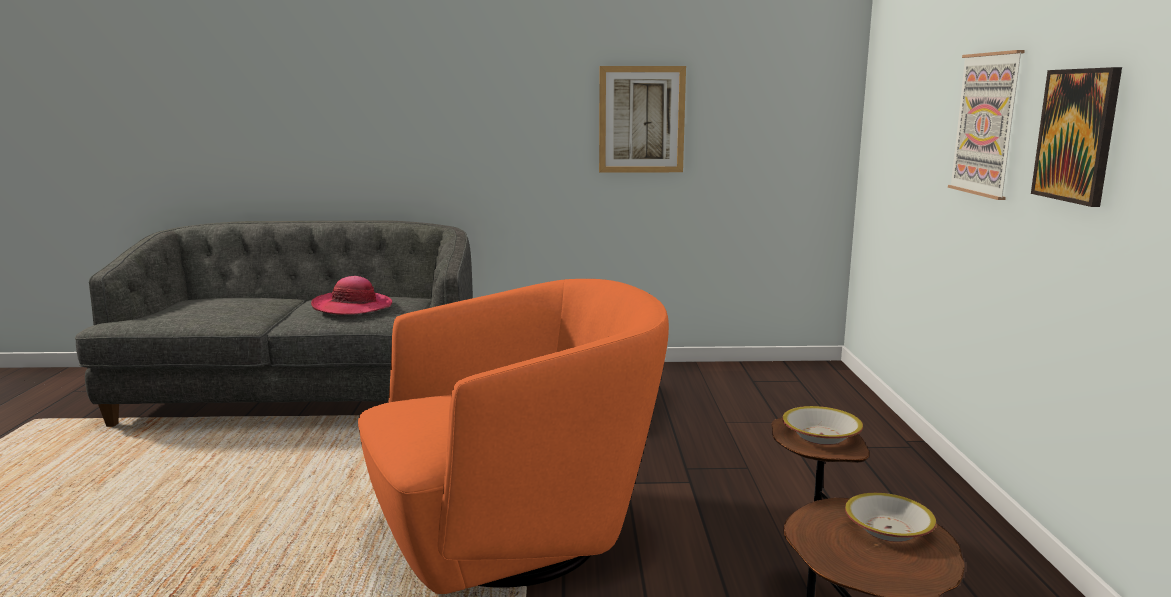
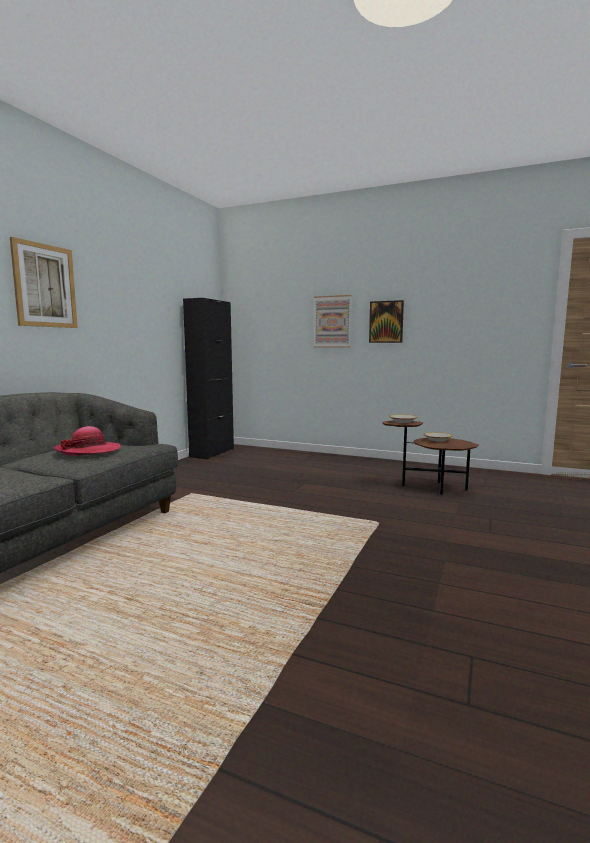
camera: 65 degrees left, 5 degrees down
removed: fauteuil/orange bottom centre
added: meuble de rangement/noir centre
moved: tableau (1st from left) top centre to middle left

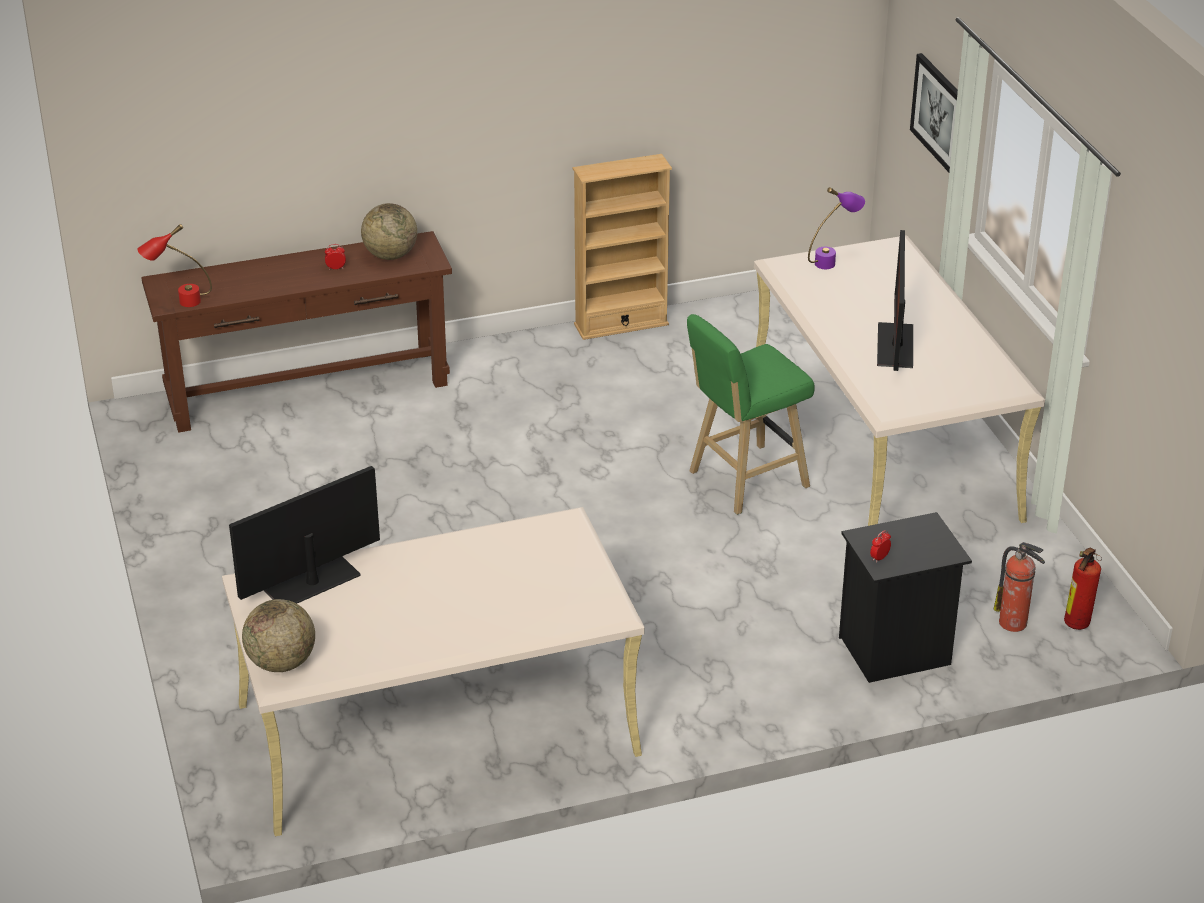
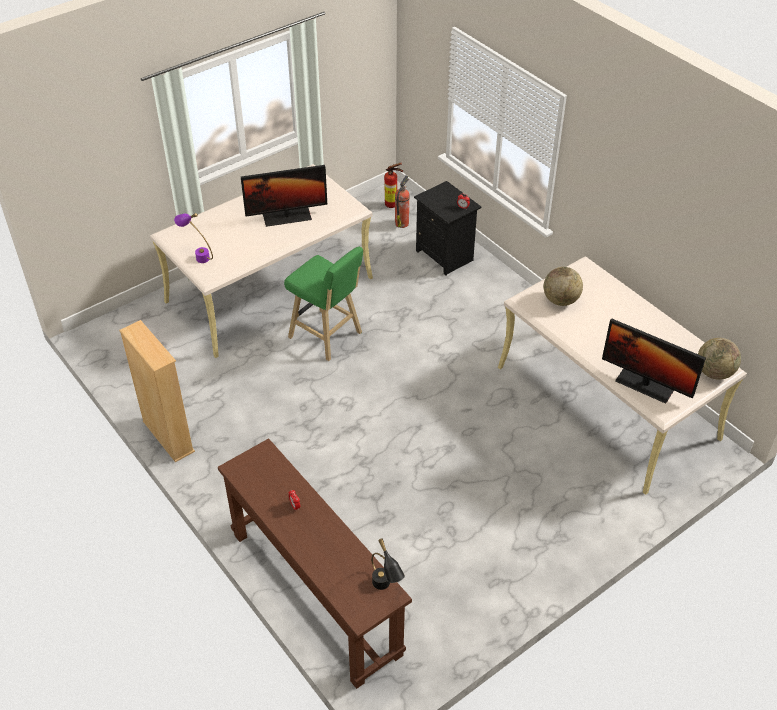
camera: 110 degrees left, 10 degrees up
removed: tableau top right
moved: globe (2nd from left in the first image) top left to globe (1st from left) middle right
recoloured: lampe de table/rouge top left to lampe de table/noir bottom centre

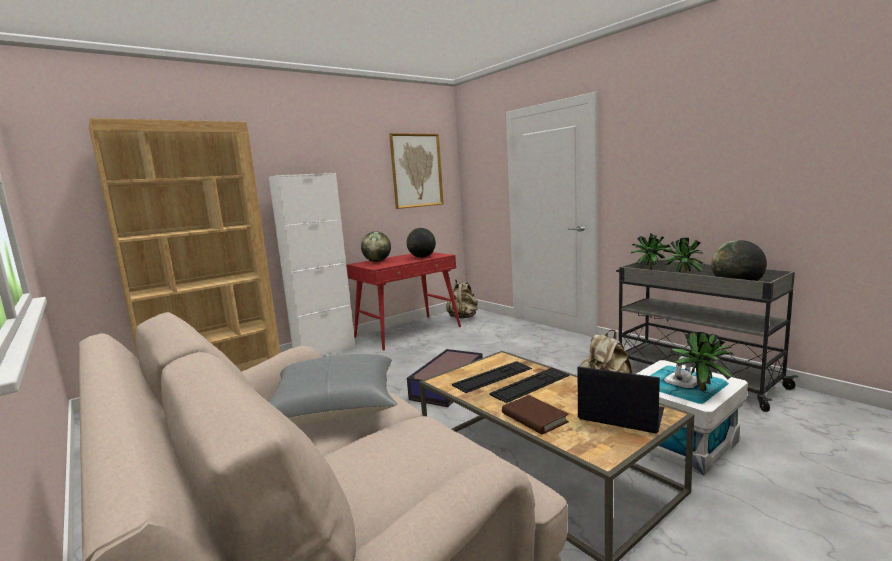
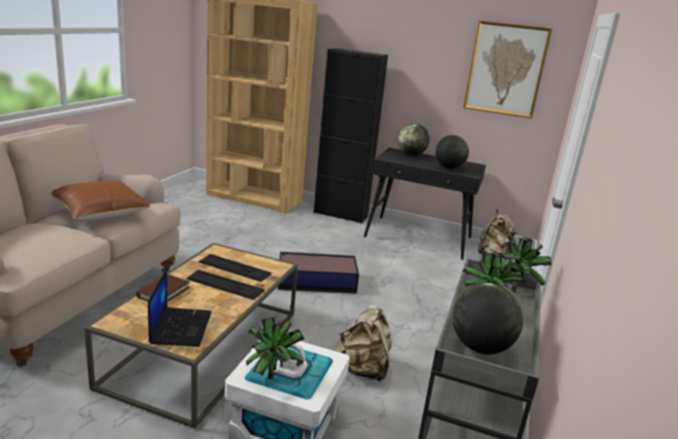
camera: 55 degrees right, 10 degrees up
recoloured: meuble de rangement/blanc centre to meuble de rangement/noir top centre; coussin/gris bottom centre to coussin/marron middle left; bureau/rouge centre to bureau/noir centre

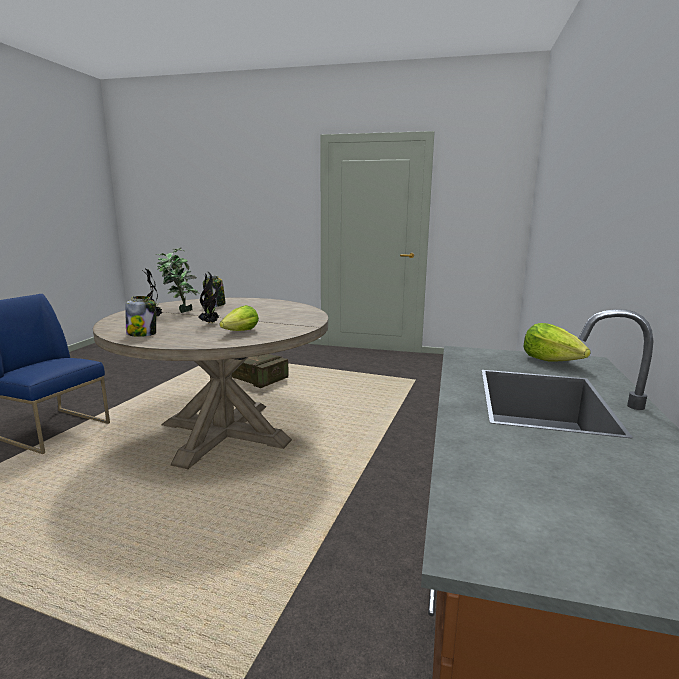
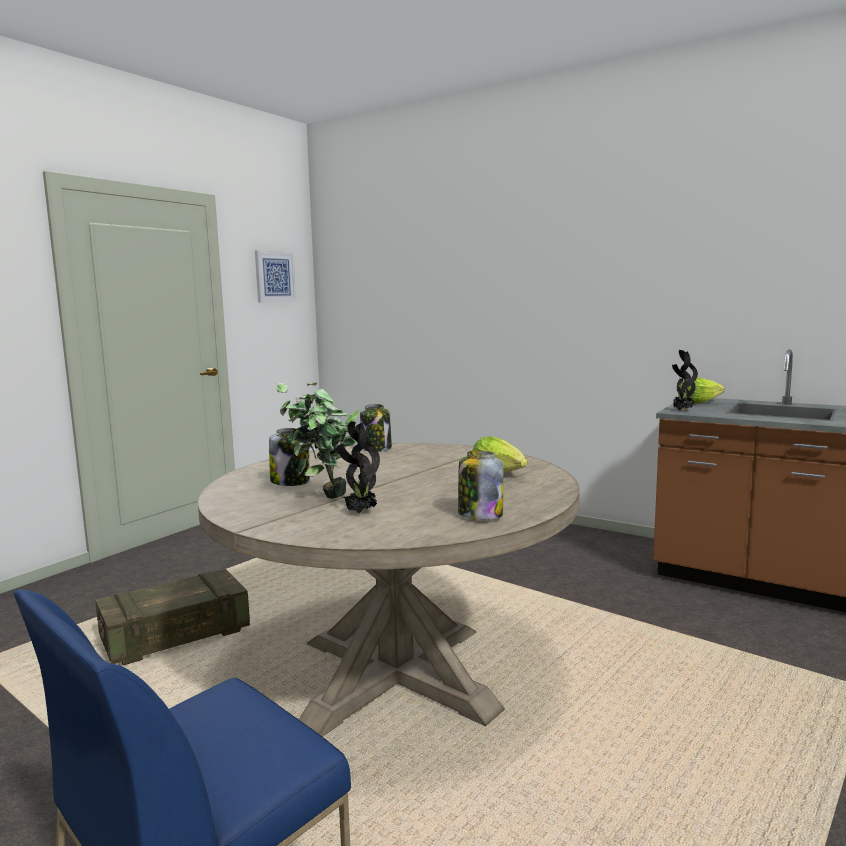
camera: 70 degrees left, 5 degrees down
added: tableau top left; bocal (2nd from left) centre
moved: plante en pot (3rd from left) middle left to middle right

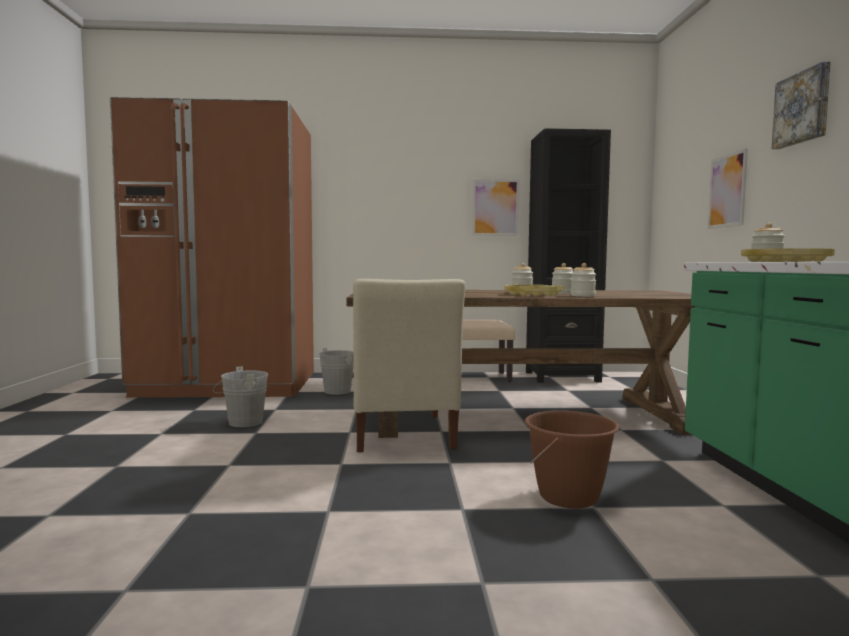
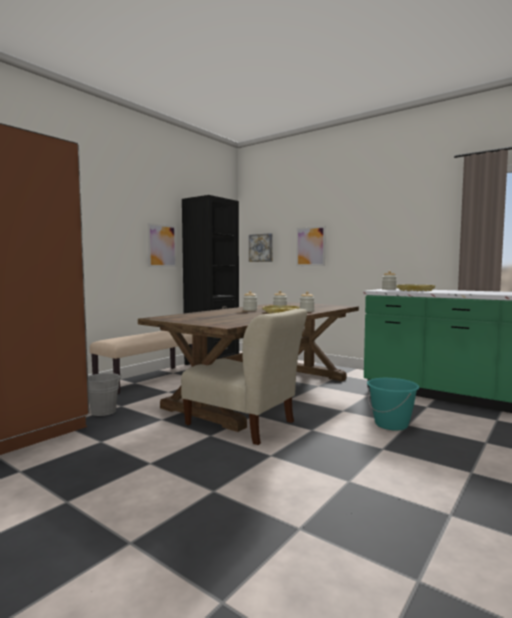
camera: 50 degrees left, 0 degrees up
removed: seau/gris (1st from left) middle left
moved: tableau (3rd from left in the first image) top right to tableau (2nd from left) centre
recoloured: seau/marron bottom right to seau/turquoise middle right

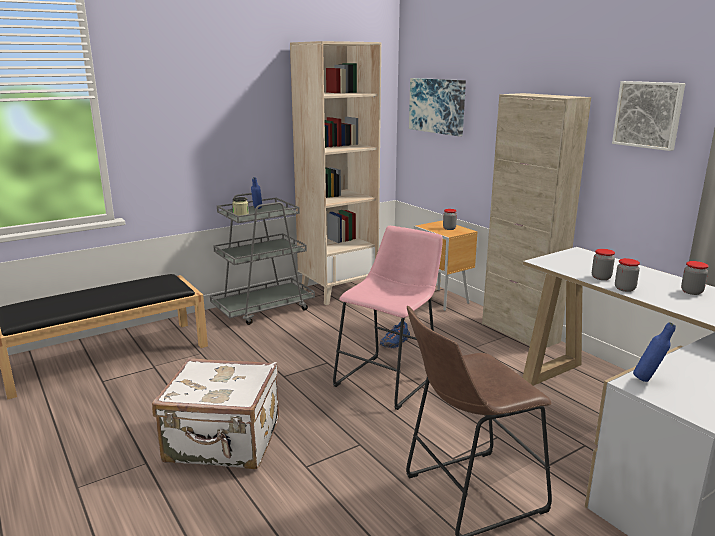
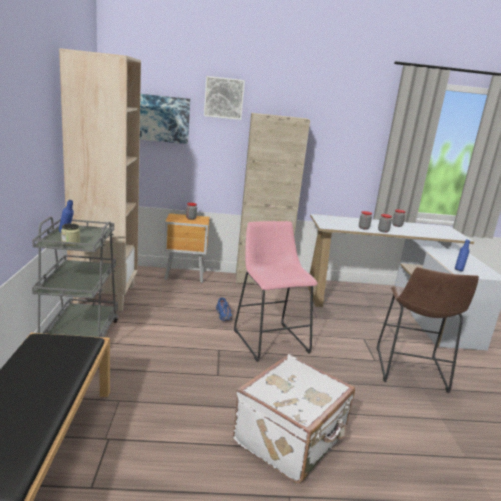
camera: 60 degrees left, 0 degrees up
moved: tableau (2nd from left) top right to top centre

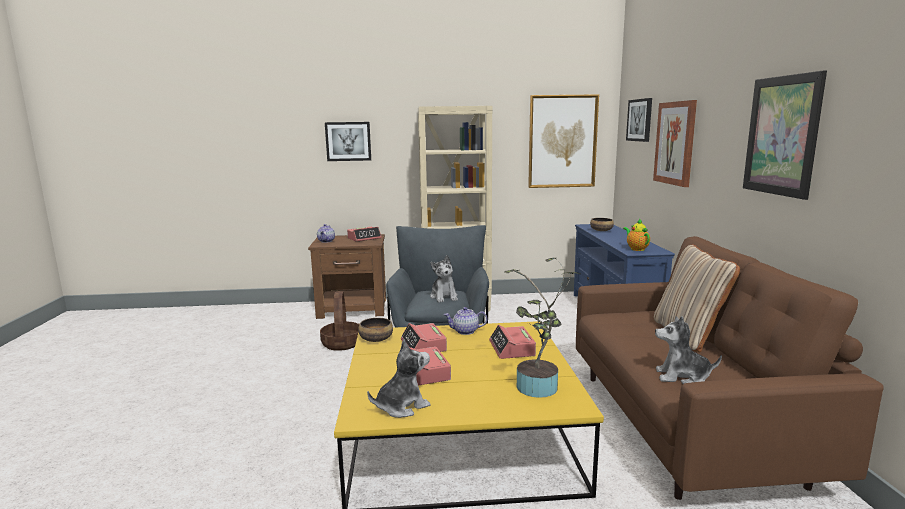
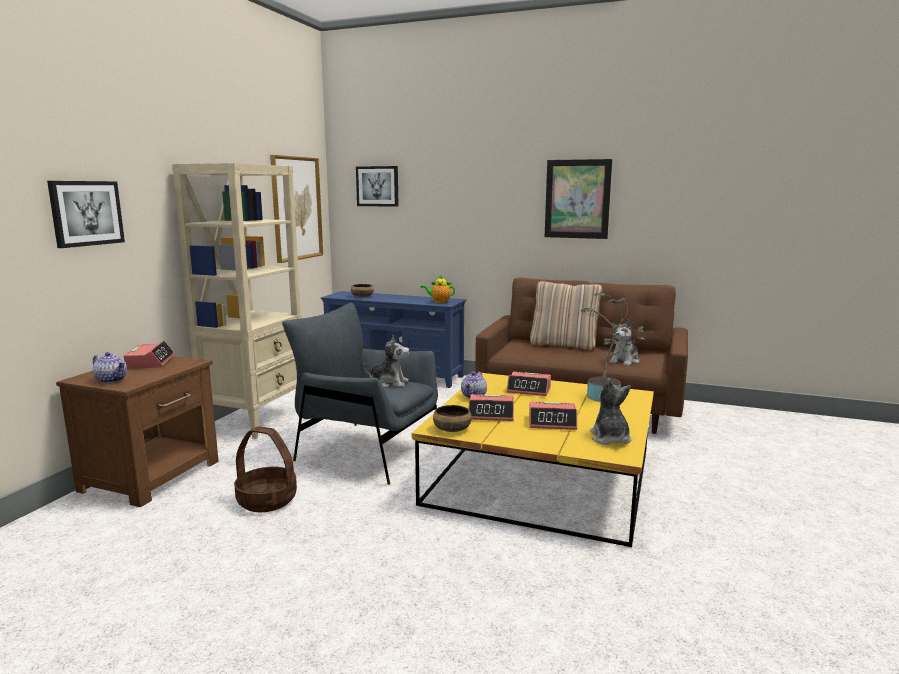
camera: 65 degrees left, 0 degrees up
removed: tableau (4th from left) top right

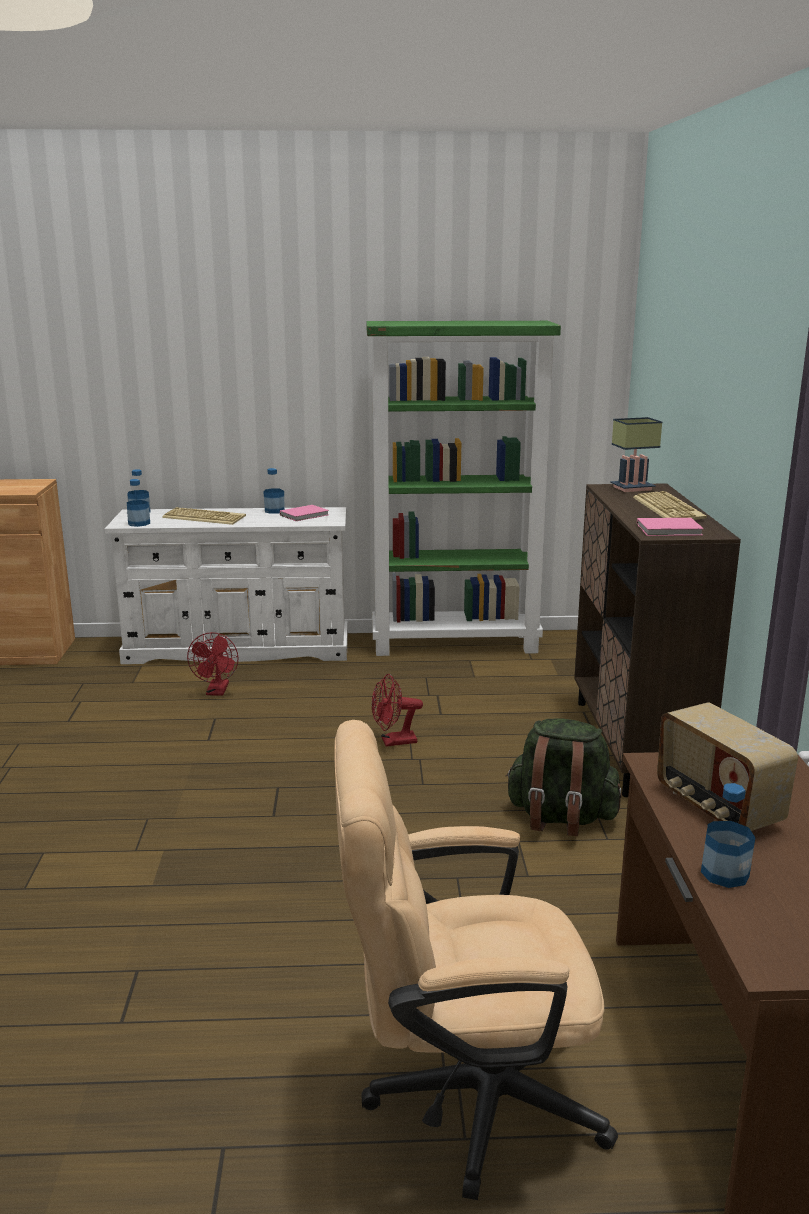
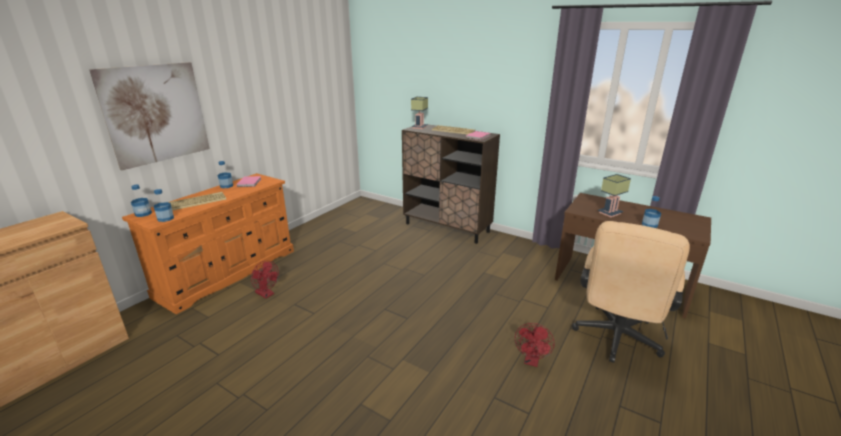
camera: 55 degrees left, 5 degrees up
removed: bibliothèque/vert centre; sac à dos/vert middle right
added: tableau top left
moved: ventilateur/rouge (2nd from left) centre to bottom centre
replaced: radio middle right to lampe de table (2nd from left) middle right
recoloured: commode/blanc middle left to commode/orange middle left

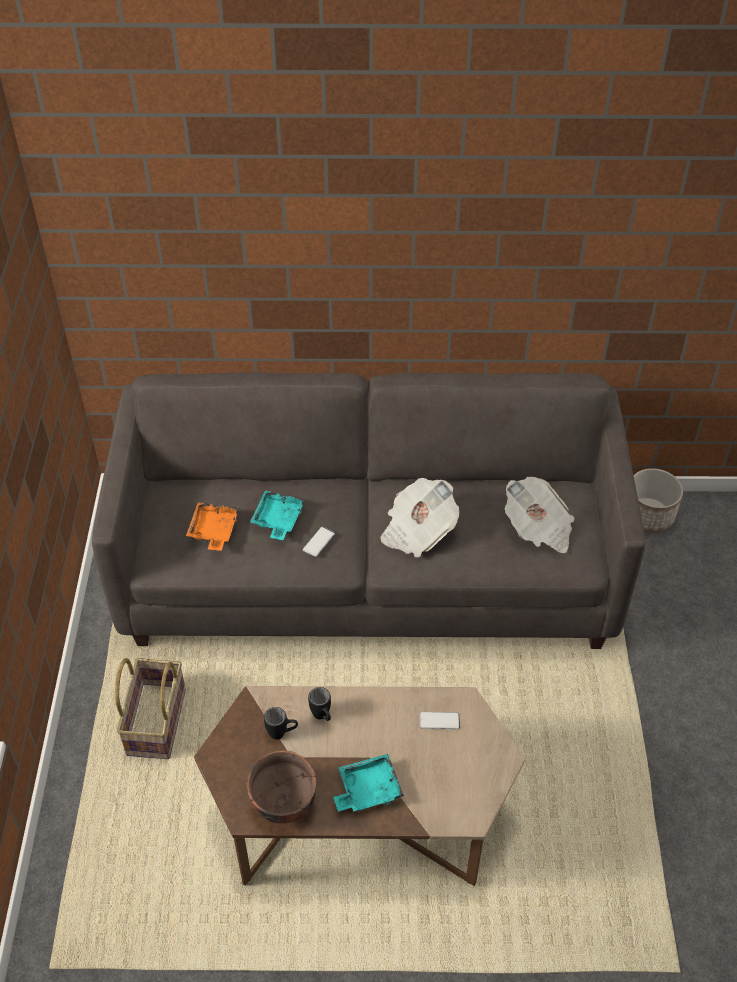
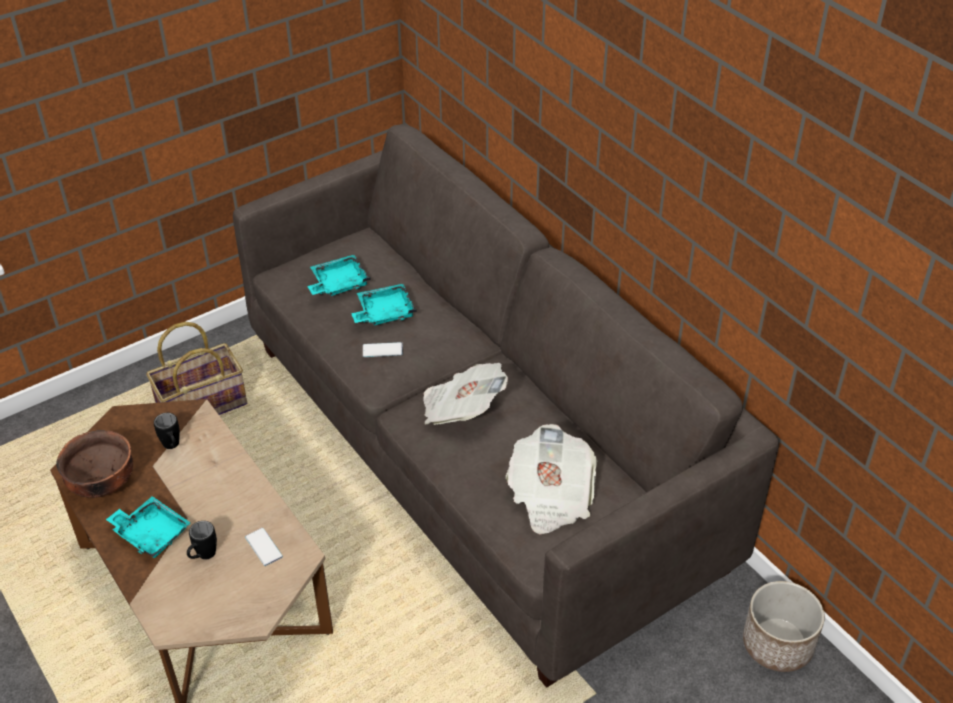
camera: 55 degrees right, 5 degrees down
moved: mug/noir (2nd from left) bottom centre to bottom left
recoloured: plateau/orange middle left to plateau/turquoise (2nd from left) centre

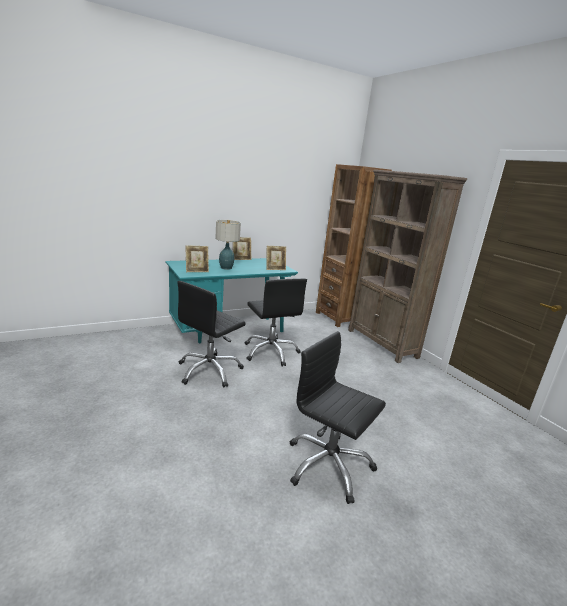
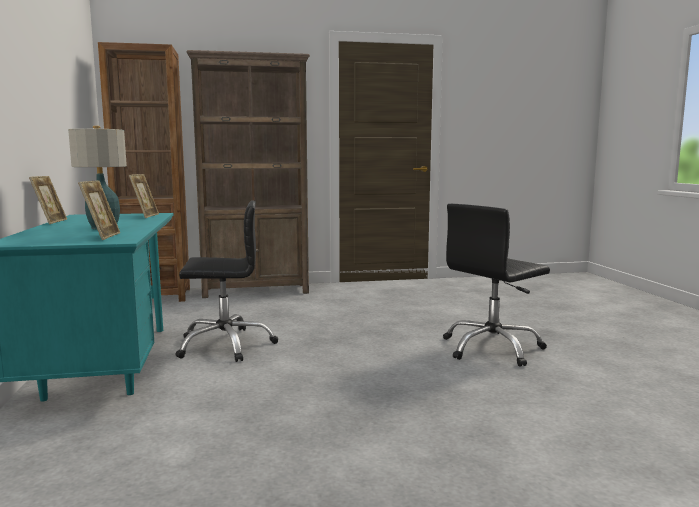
camera: 70 degrees left, 10 degrees down
removed: chaise de bureau/noir (1st from left) centre

